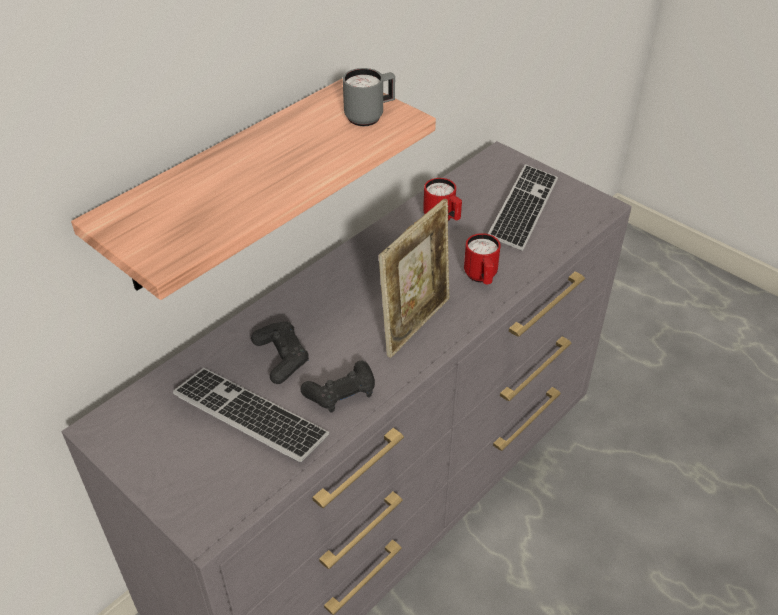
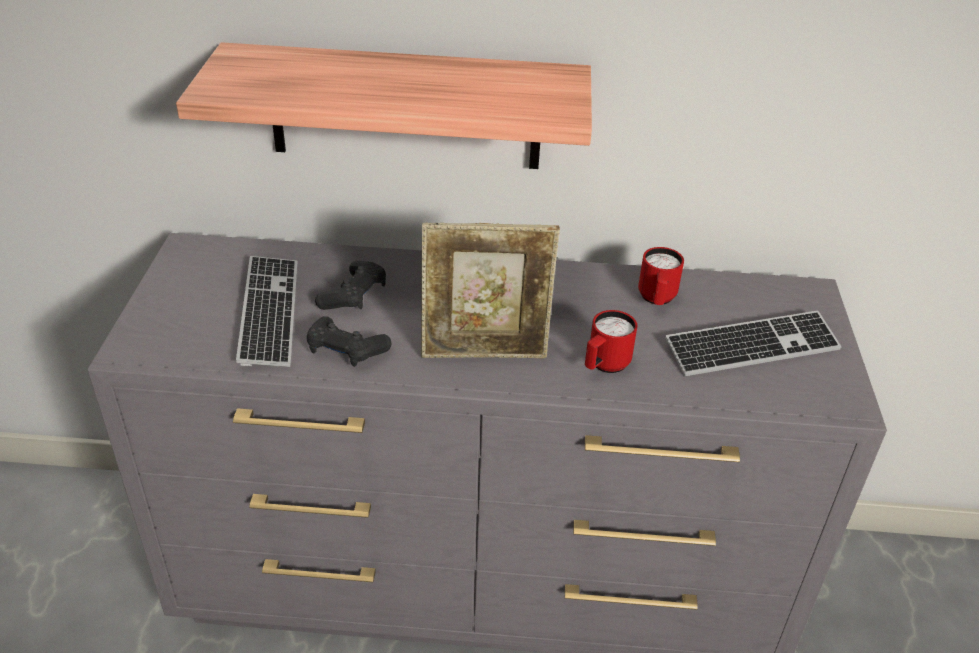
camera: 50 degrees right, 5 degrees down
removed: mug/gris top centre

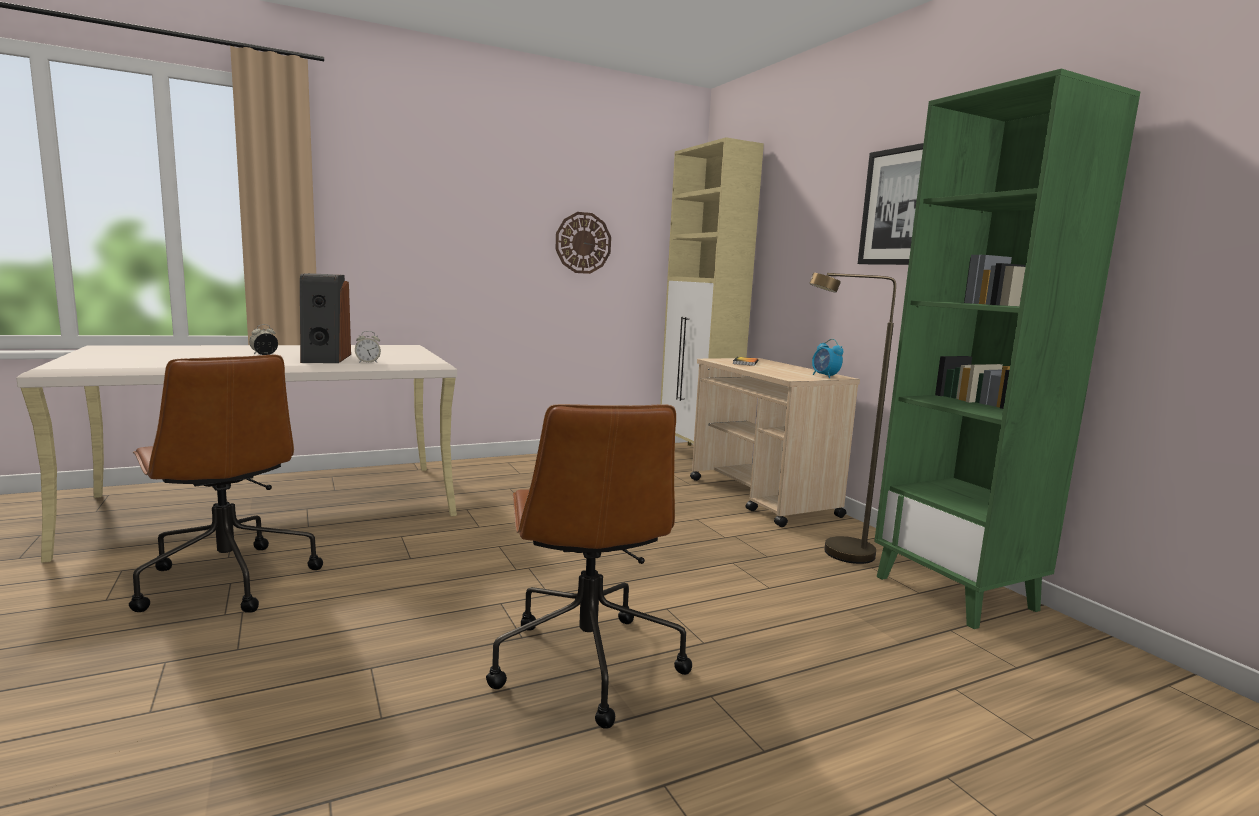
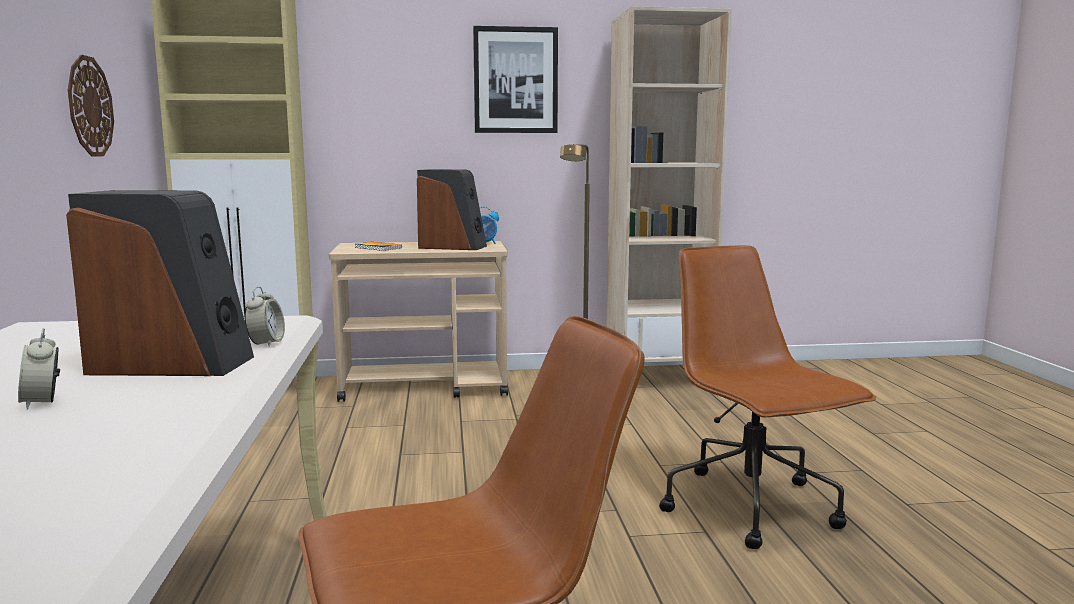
camera: 70 degrees left, 0 degrees up
added: enceinte (2nd from left) centre
recoloured: bibliothèque/vert middle right to bibliothèque/beige top centre
turned: chaise de bureau/marron (2nd from left) bottom centre = middle right 120 degrees counterclockwise

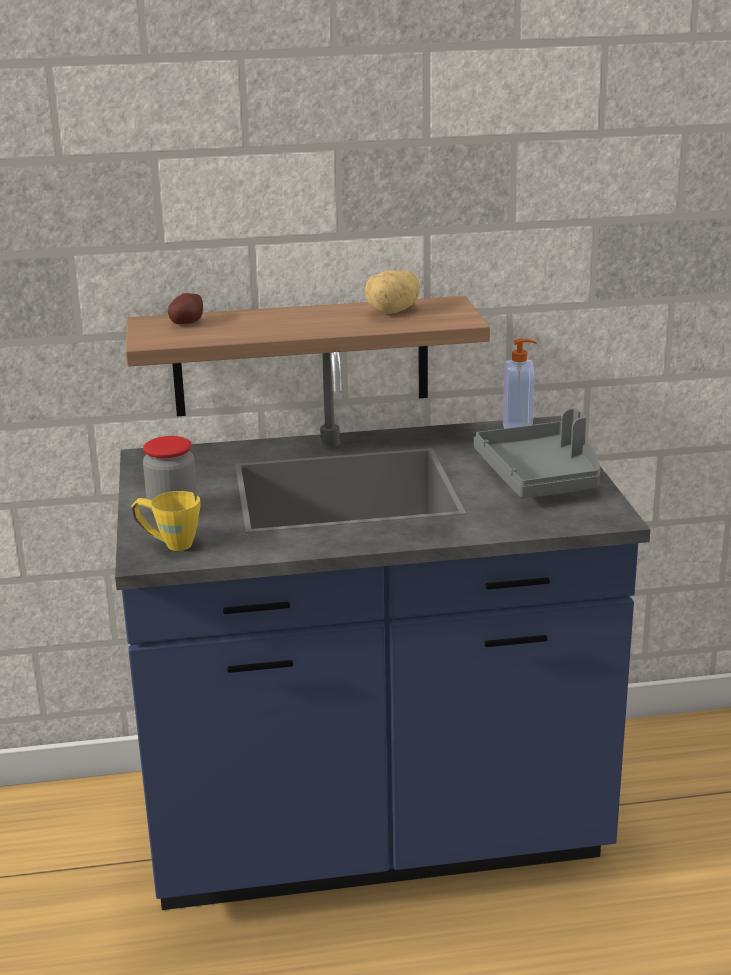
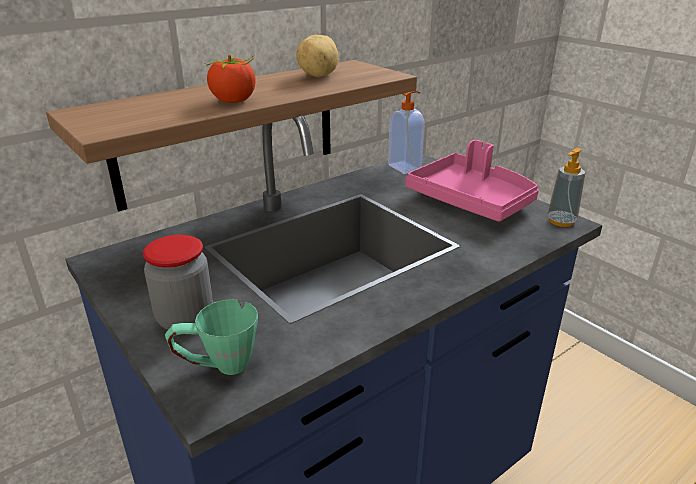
camera: 30 degrees left, 5 degrees up
removed: pomme de terre (1st from left) top left
added: tomate top left; distributeur de savon (2nd from left) middle right
recoloured: mug/jaune middle left to mug/vert bottom left; plateau/gris middle right to plateau/rose middle right

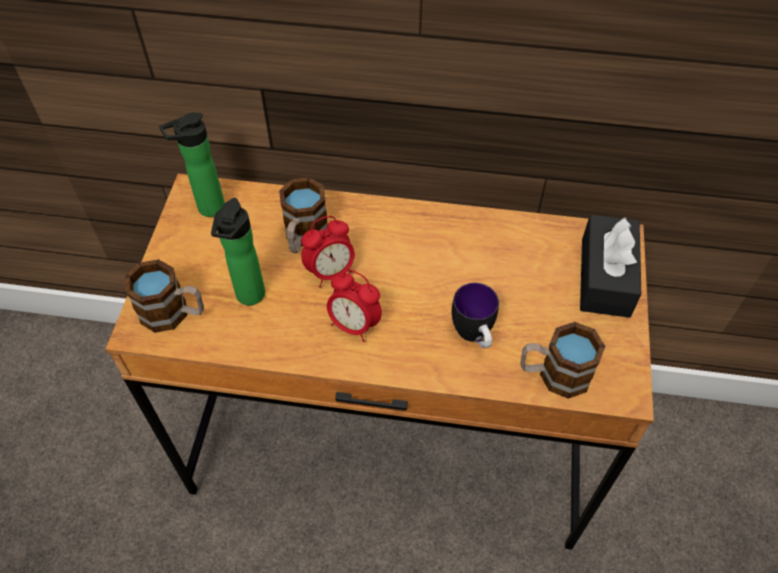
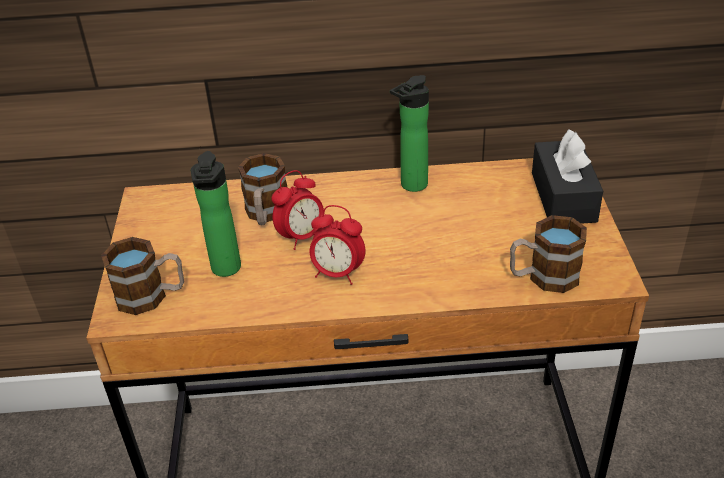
camera: 10 degrees left, 15 degrees down
removed: mug (3rd from left) centre
moved: bouteille (1st from left in the first image) top left to bouteille (2nd from left) top centre

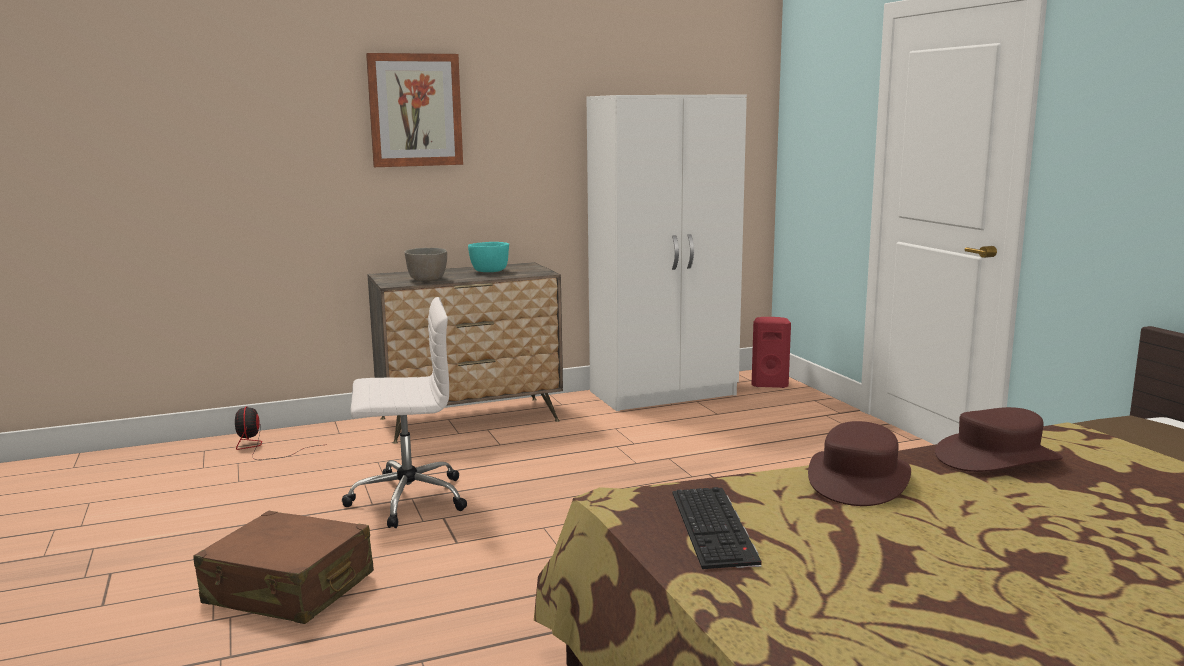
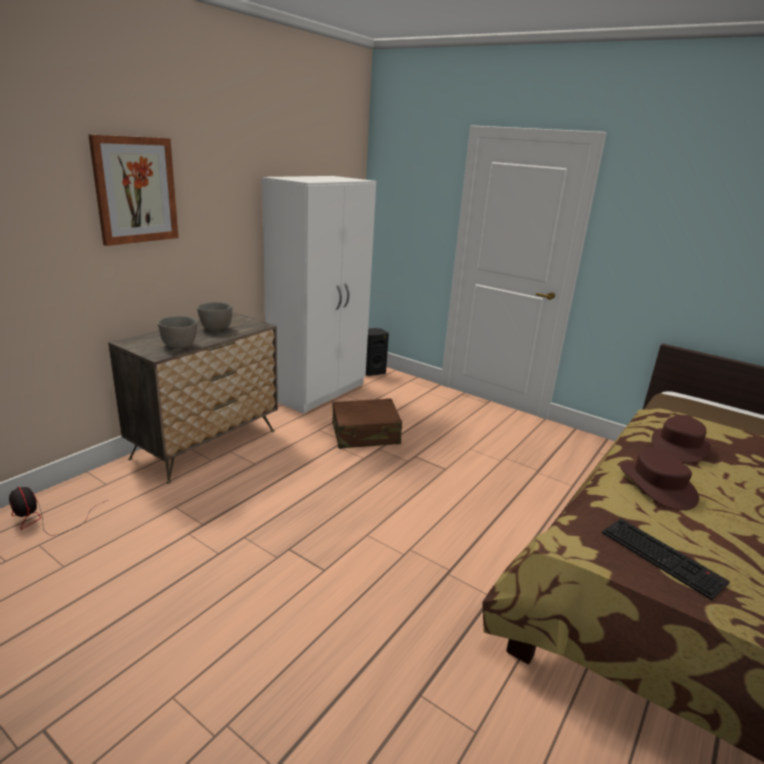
camera: 35 degrees left, 10 degrees up
removed: chaise de bureau/blanc centre
moved: valise/marron bottom left to centre
recoloured: bol/turquoise centre to bol/gris (2nd from left) middle left; enceinte/rouge centre to enceinte/noir centre

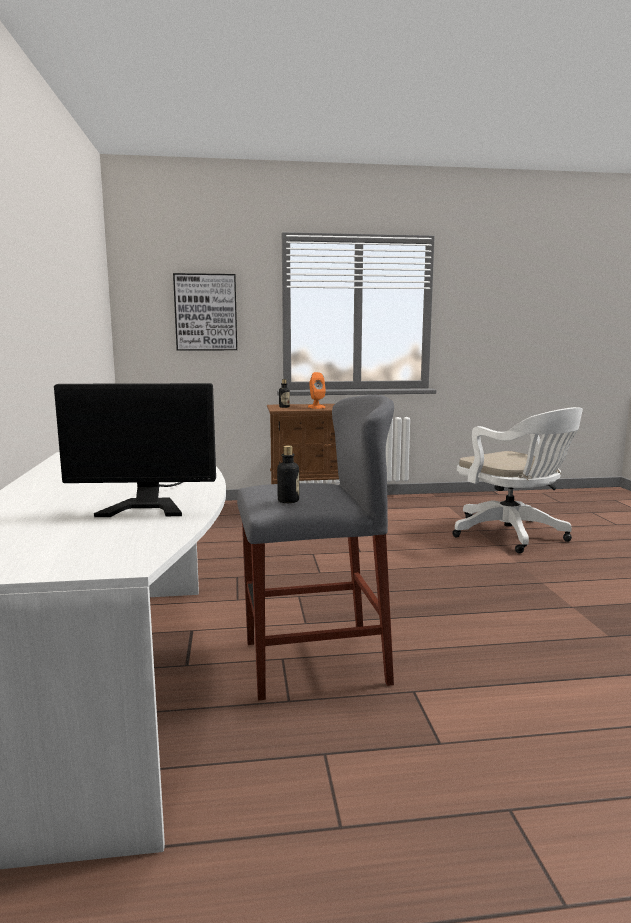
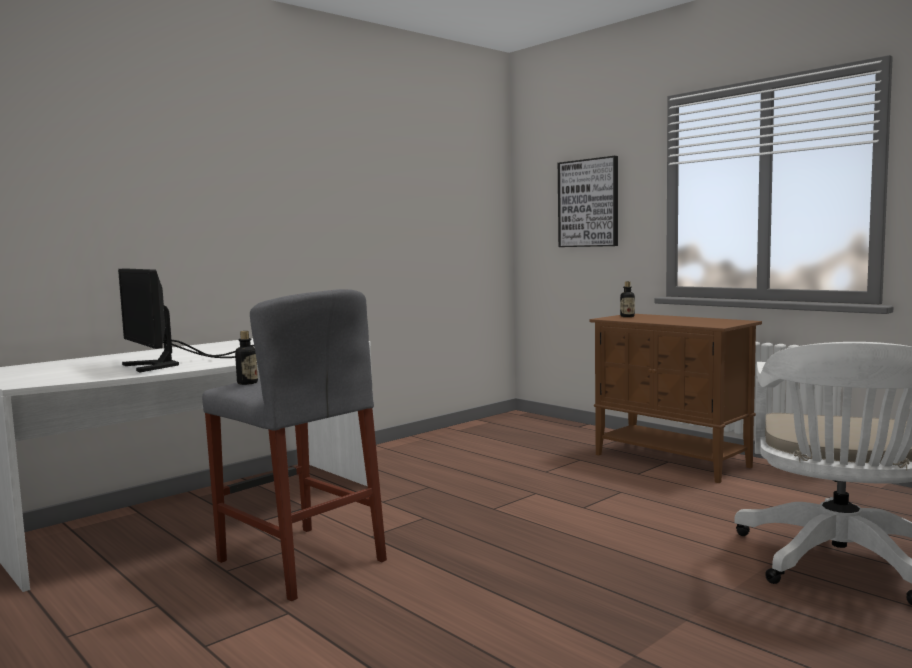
camera: 55 degrees right, 5 degrees down
removed: enceinte/orange centre

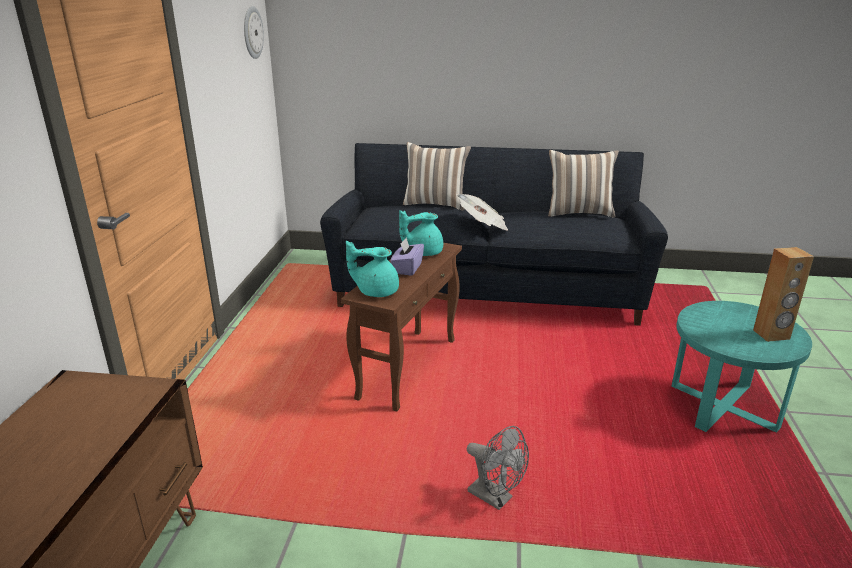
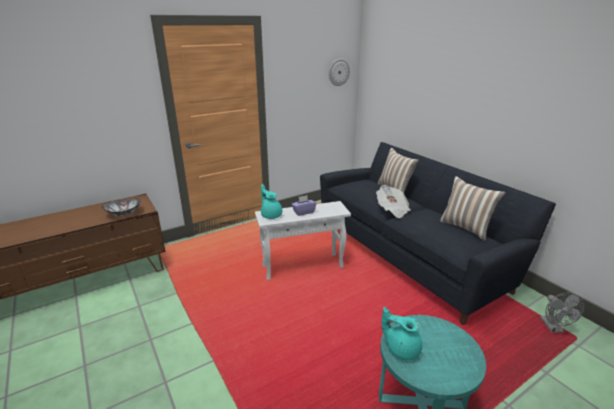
camera: 50 degrees right, 0 degrees up
removed: enceinte/marron middle right
added: bol middle left
moved: théière/turquoise (2nd from left) centre to bottom centre; ventilateur/gris bottom centre to bottom right
recoloured: table d'appoint/marron centre to table d'appoint/blanc centre

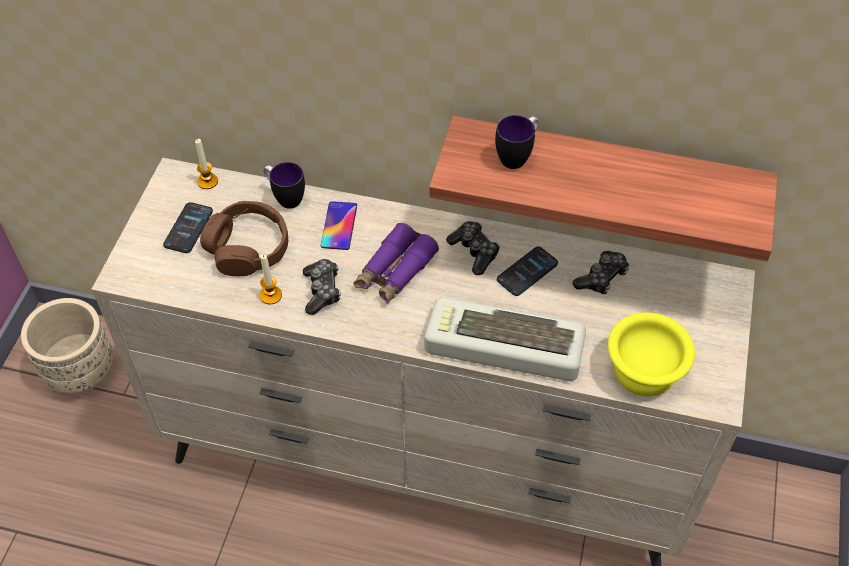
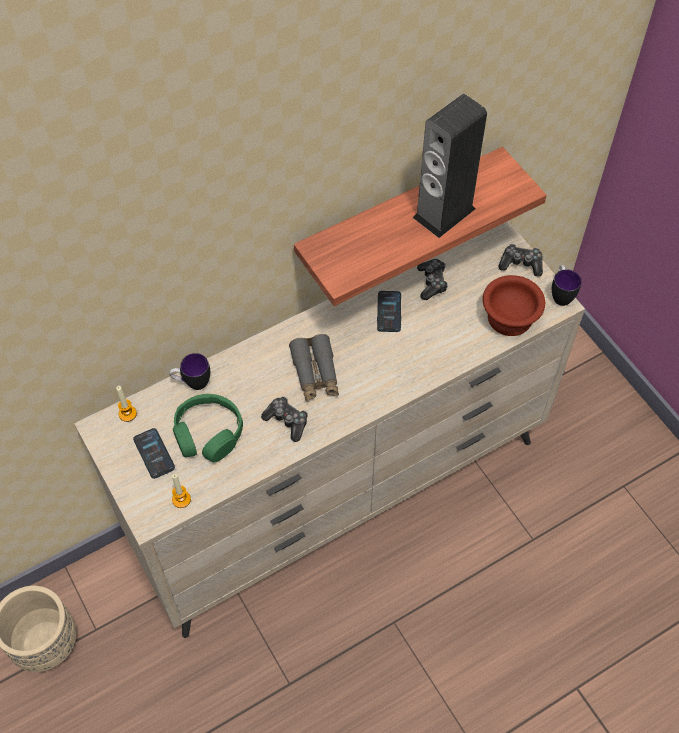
camera: 45 degrees left, 5 degrees up
removed: téléphone (2nd from left) centre; clavier centre
added: enceinte top centre
moved: bougie (2nd from left) middle left to bottom left; manette (2nd from left in the first image) centre to manette (3rd from left) middle right; mug (2nd from left) top centre to middle right
recoloured: casque audio/marron middle left to casque audio/vert middle left; jumelles/violet centre to jumelles/gris centre; bol/jaune middle right to bol/marron middle right

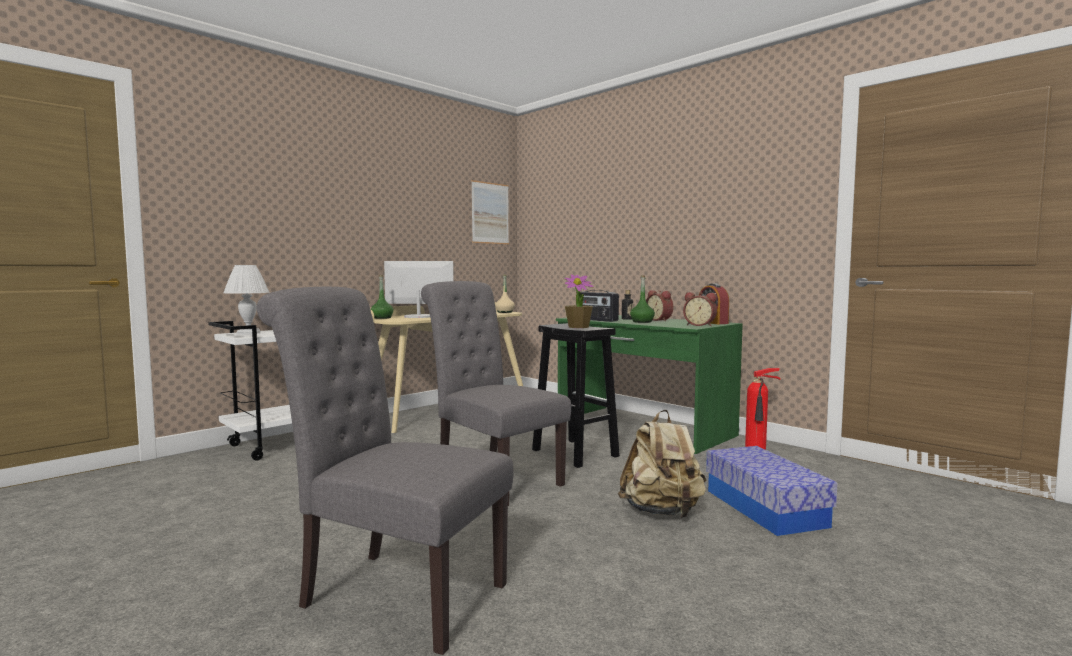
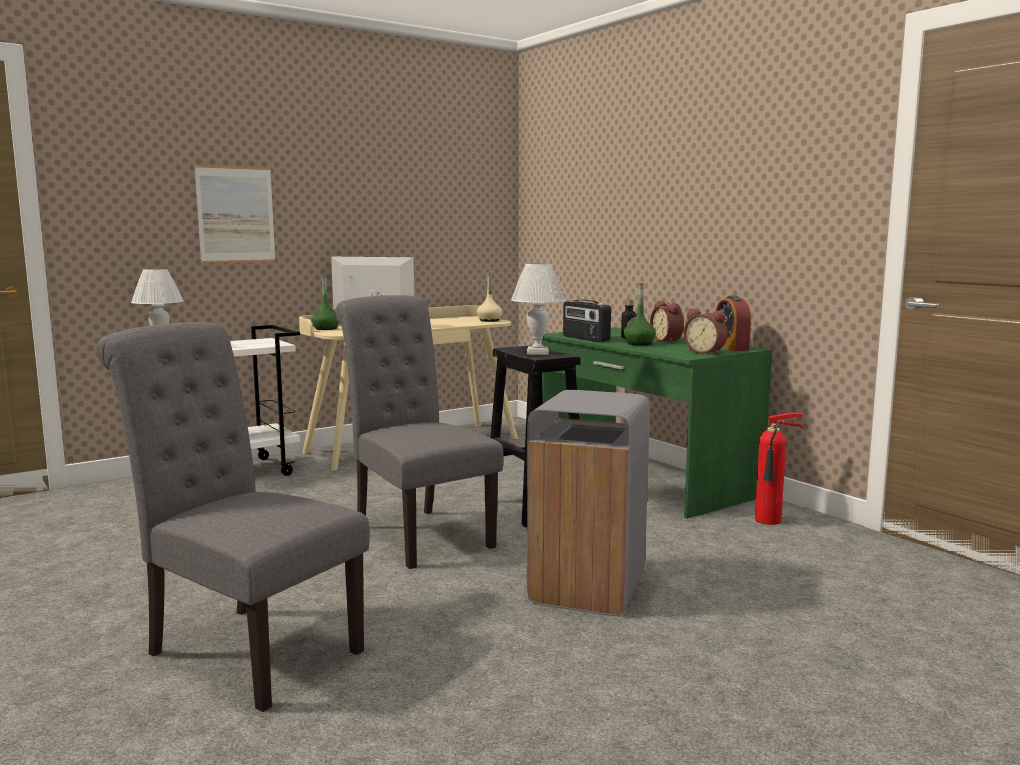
camera: 10 degrees right, 5 degrees up
removed: boîte de rangement bottom right
moved: tableau top centre to top left
replaced: plante en pot centre to lampe de table/blanc (2nd from left) centre; sac à dos/beige bottom centre to poubelle/gris centre

